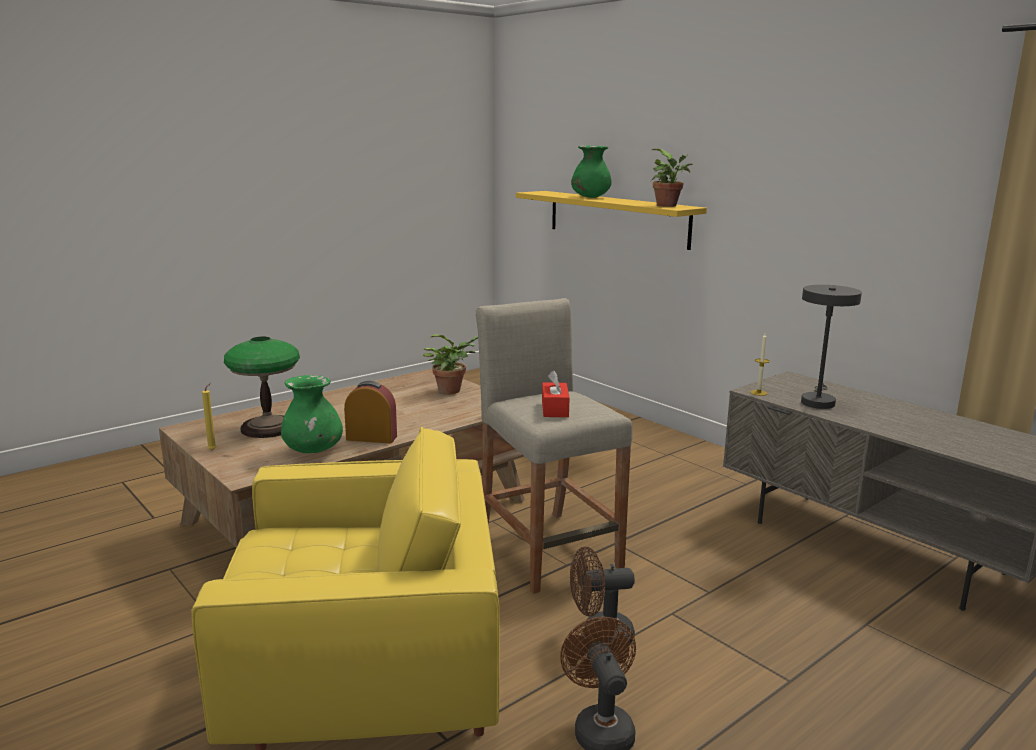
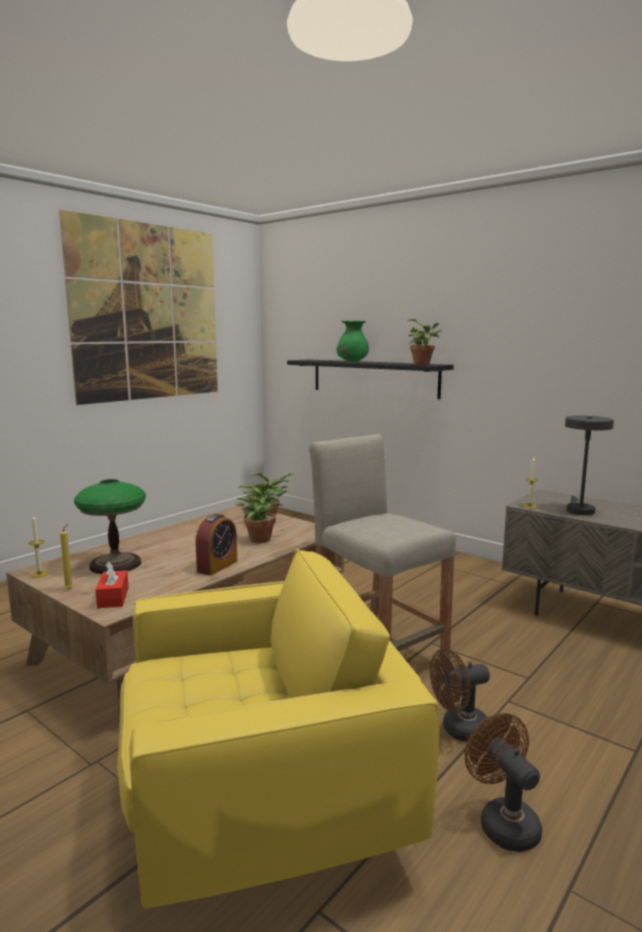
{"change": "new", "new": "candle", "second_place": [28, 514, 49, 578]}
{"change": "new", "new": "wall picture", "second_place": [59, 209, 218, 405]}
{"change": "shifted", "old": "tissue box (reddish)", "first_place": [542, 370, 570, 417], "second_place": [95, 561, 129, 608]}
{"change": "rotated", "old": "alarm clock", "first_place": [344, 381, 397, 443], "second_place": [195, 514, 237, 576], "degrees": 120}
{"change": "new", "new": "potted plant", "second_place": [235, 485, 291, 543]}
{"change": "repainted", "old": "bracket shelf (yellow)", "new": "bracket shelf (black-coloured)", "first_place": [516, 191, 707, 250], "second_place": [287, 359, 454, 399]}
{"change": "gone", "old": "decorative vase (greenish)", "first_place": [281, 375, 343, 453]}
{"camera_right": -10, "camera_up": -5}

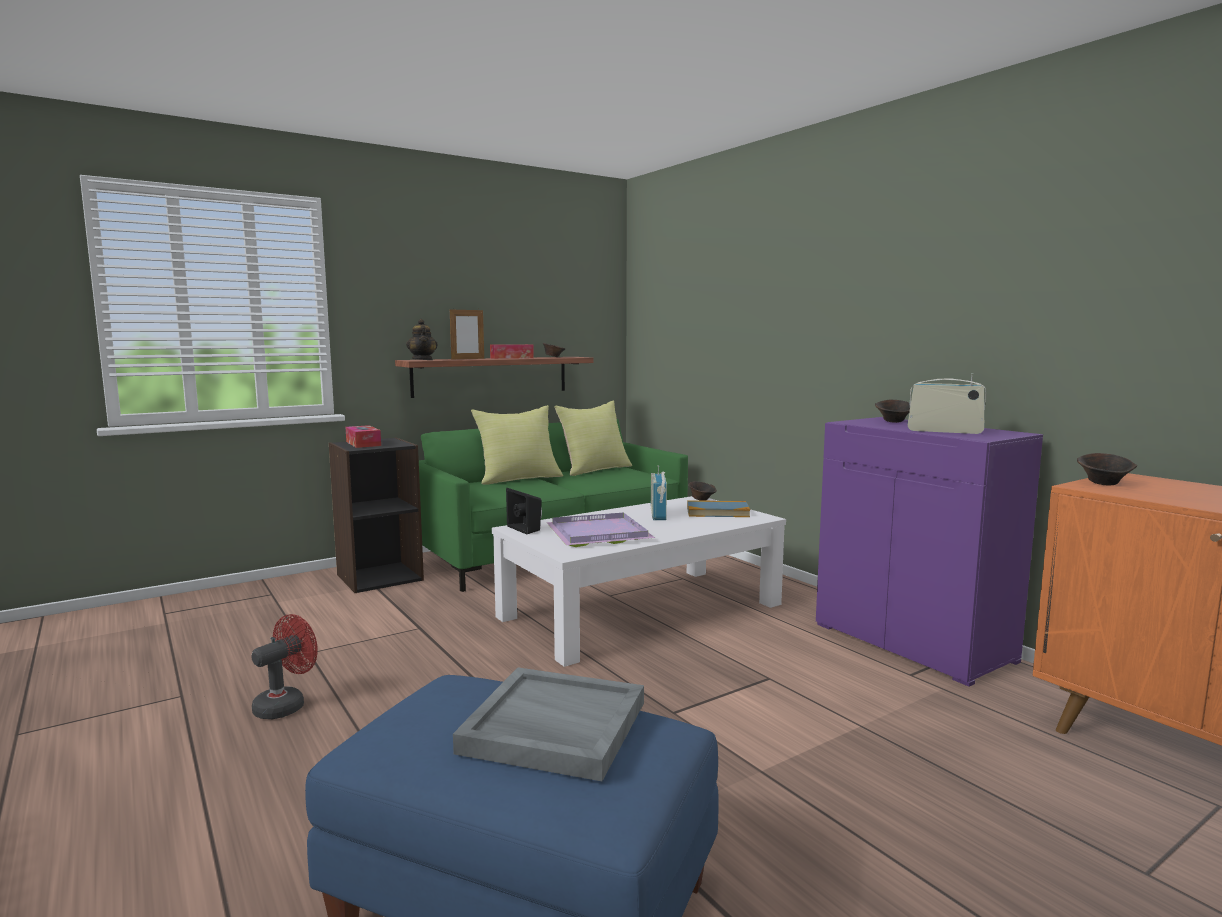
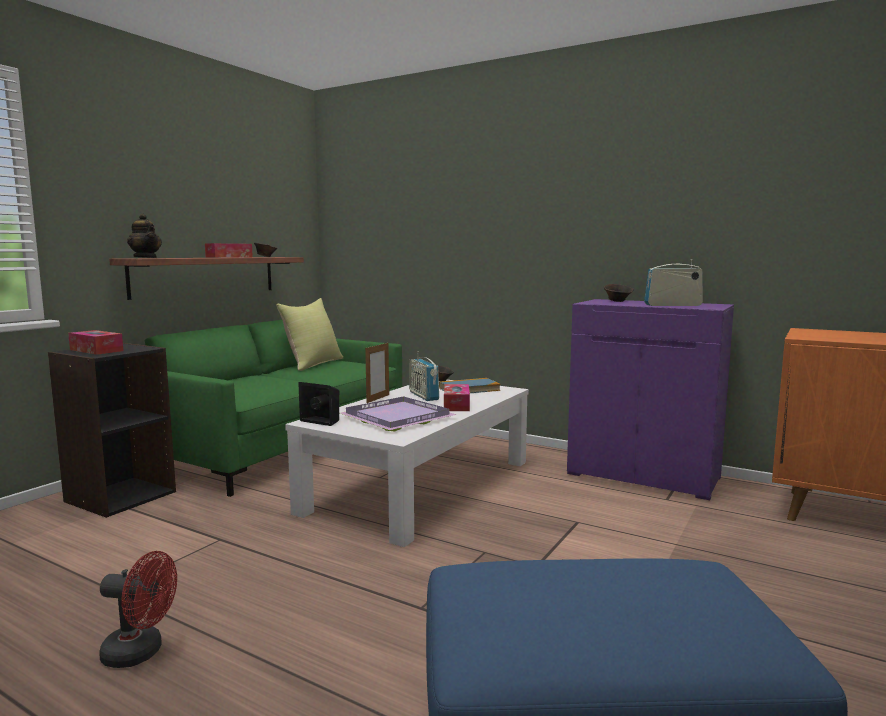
{"change": "rotated", "old": "cooling fan (reddish)", "first_place": [251, 614, 318, 719], "second_place": [99, 551, 177, 668], "degrees": 90}
{"change": "shifted", "old": "standing frame", "first_place": [450, 308, 484, 359], "second_place": [365, 343, 389, 403]}
{"change": "new", "new": "tissue box", "second_place": [444, 384, 470, 411]}
{"change": "gone", "old": "serving tray (gray)", "first_place": [453, 667, 644, 781]}
{"change": "gone", "old": "pillow (yellow)", "first_place": [471, 405, 563, 485]}
{"change": "gone", "old": "deep dish (brownish)", "first_place": [1077, 453, 1137, 486]}
{"camera_right": -25, "camera_up": 0}

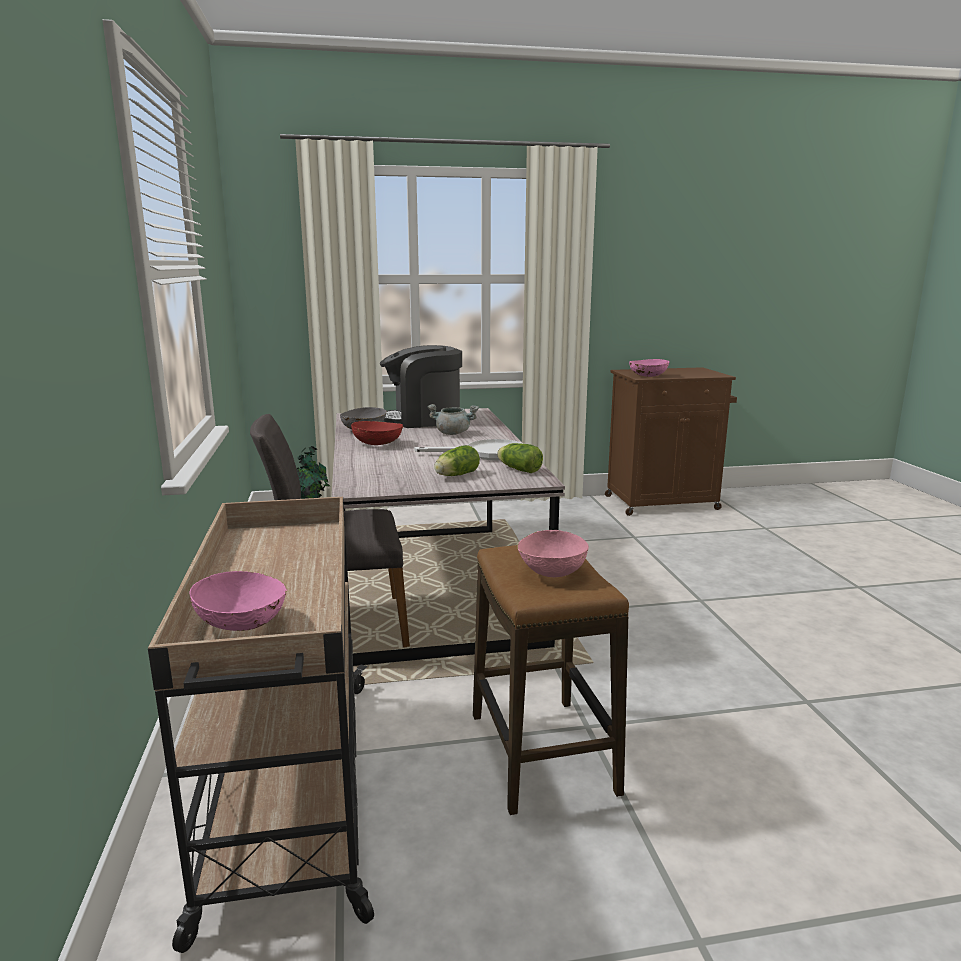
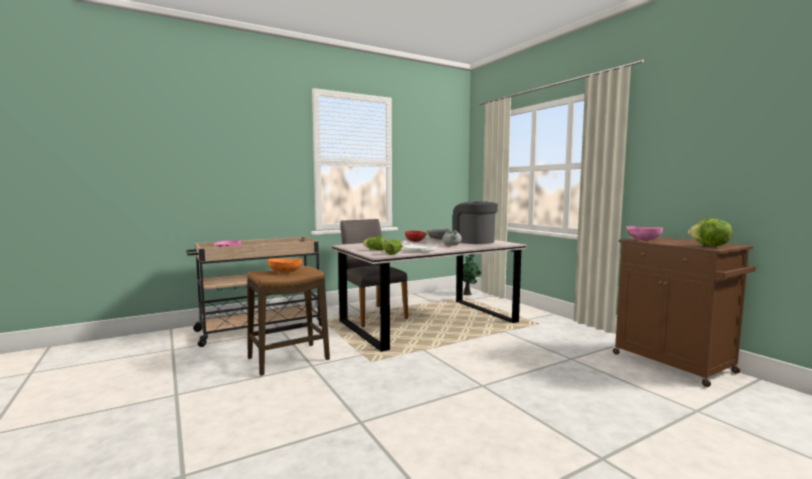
{"change": "repainted", "old": "deep dish (pink-coloured)", "new": "deep dish (orange)", "first_place": [517, 530, 589, 577], "second_place": [267, 258, 303, 273]}
{"change": "new", "new": "lettuce head", "second_place": [688, 219, 732, 246]}
{"camera_right": 70, "camera_up": -10}

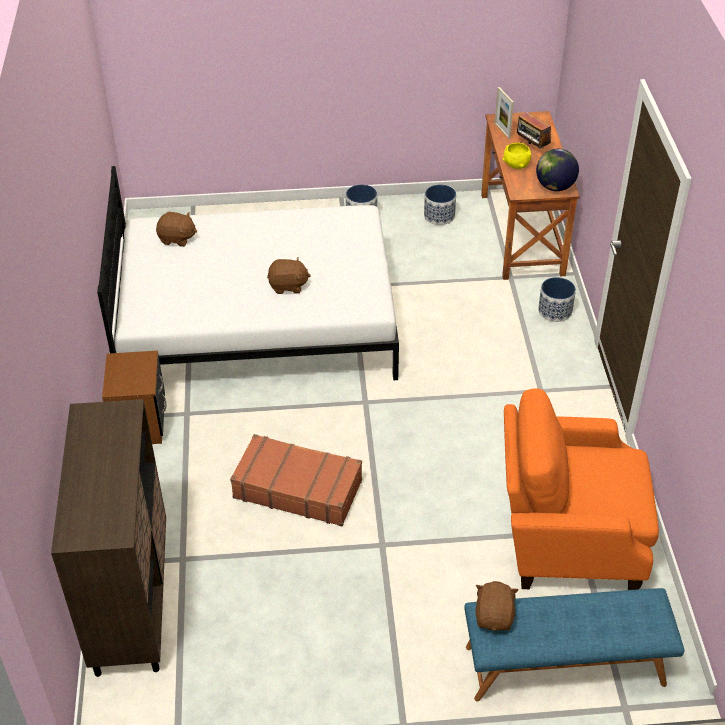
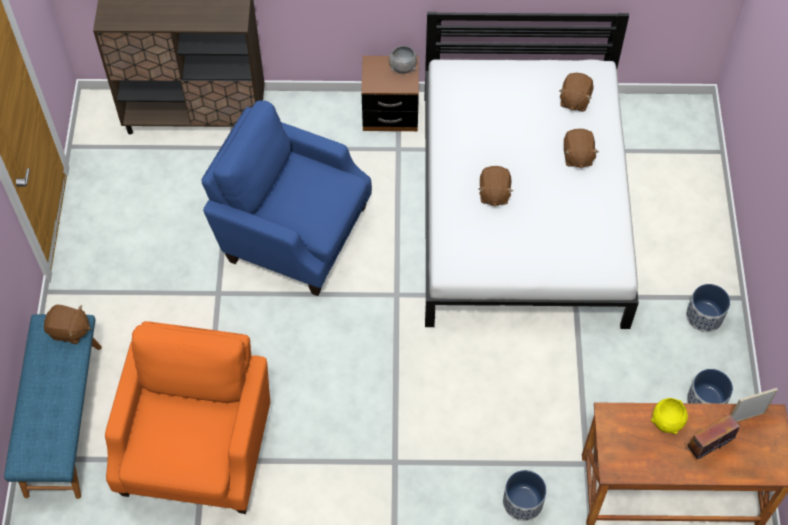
{"change": "swapped", "old": "suitcase (brownish)", "new": "lounge chair (bluish)", "first_place": [230, 434, 362, 526], "second_place": [202, 100, 372, 296]}
{"change": "new", "new": "deep dish (gray)", "second_place": [389, 45, 417, 74]}
{"change": "new", "new": "plush toy (brownish)", "second_place": [564, 129, 599, 168]}
{"change": "gone", "old": "globe", "first_place": [536, 149, 579, 191]}
{"camera_right": 95, "camera_up": 15}

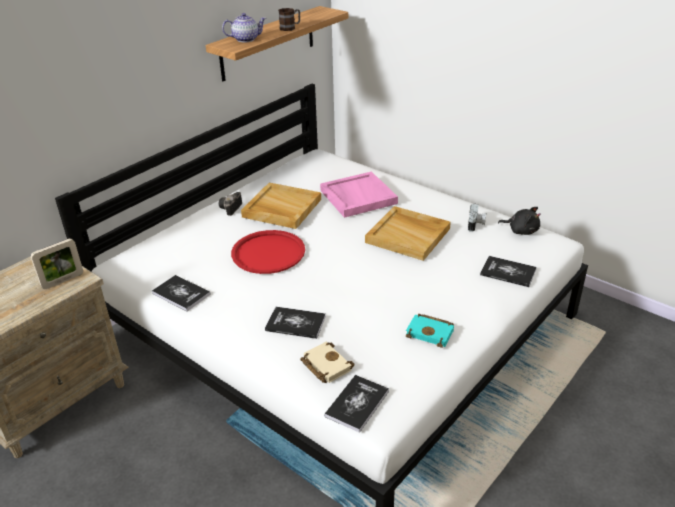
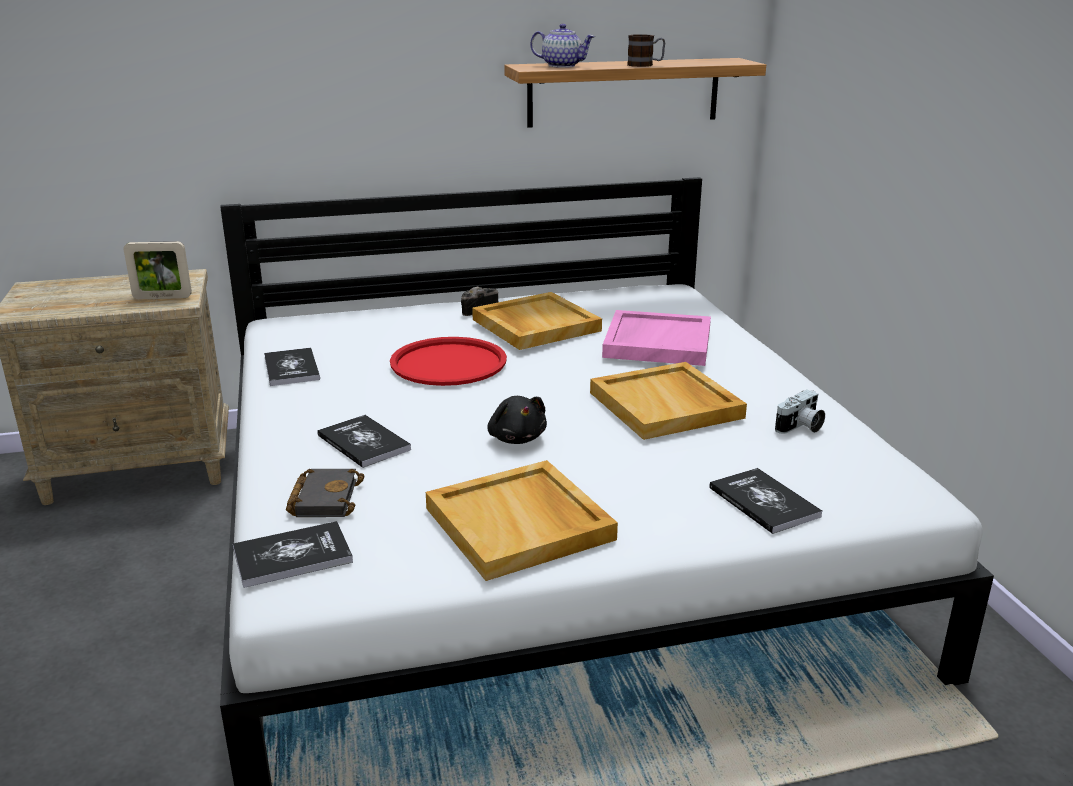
{"change": "repainted", "old": "bound book (beige)", "new": "bound book (black-coloured)", "first_place": [300, 342, 355, 383], "second_place": [286, 469, 364, 517]}
{"change": "swapped", "old": "bound book (turquoise-coloured)", "new": "serving tray (beige)", "first_place": [406, 314, 454, 348], "second_place": [426, 460, 618, 581]}
{"change": "shifted", "old": "plush toy (black-coloured)", "first_place": [498, 207, 541, 235], "second_place": [487, 396, 547, 444]}
{"camera_right": 35, "camera_up": -10}

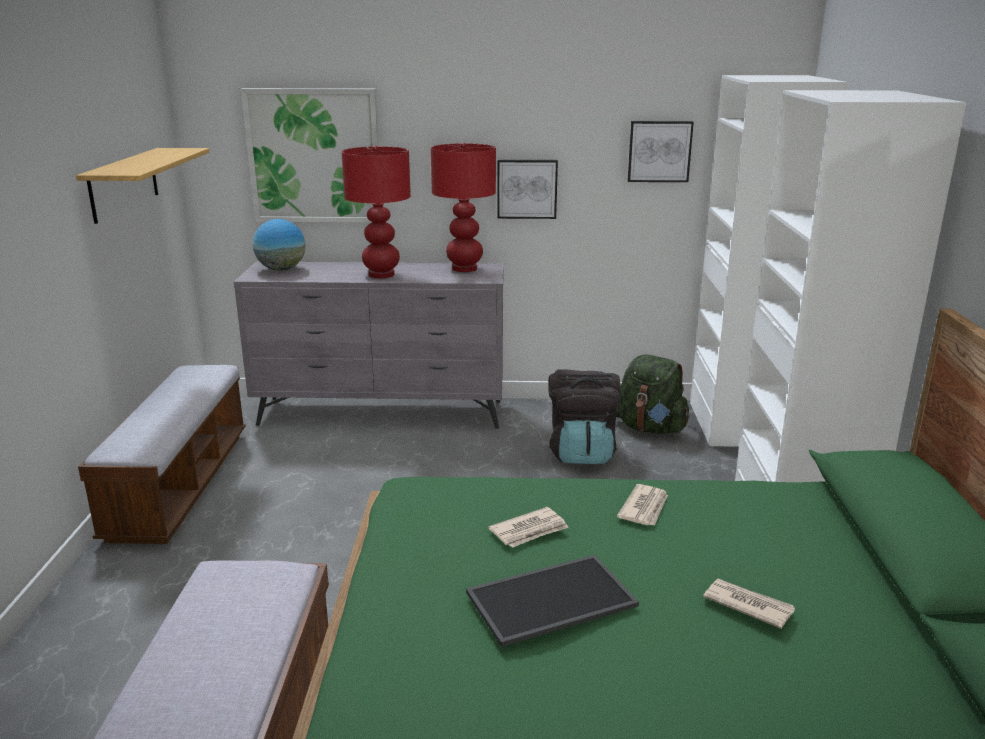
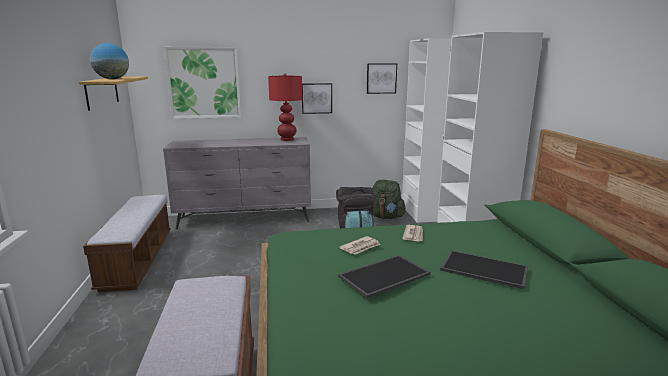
{"change": "shifted", "old": "globe", "first_place": [253, 219, 305, 271], "second_place": [90, 43, 129, 79]}
{"change": "swapped", "old": "newspaper", "new": "serving tray", "first_place": [703, 578, 795, 629], "second_place": [440, 250, 528, 289]}
{"change": "gone", "old": "tabletop lamp (reddish)", "first_place": [341, 146, 411, 278]}
{"camera_right": -10, "camera_up": -5}

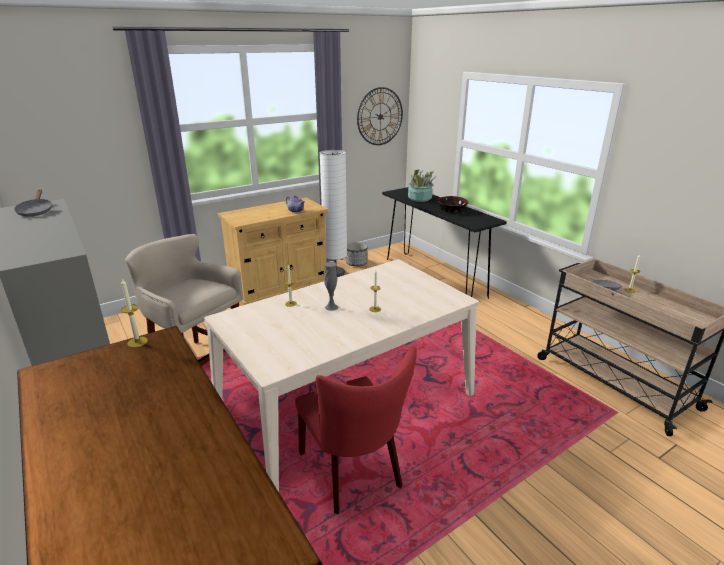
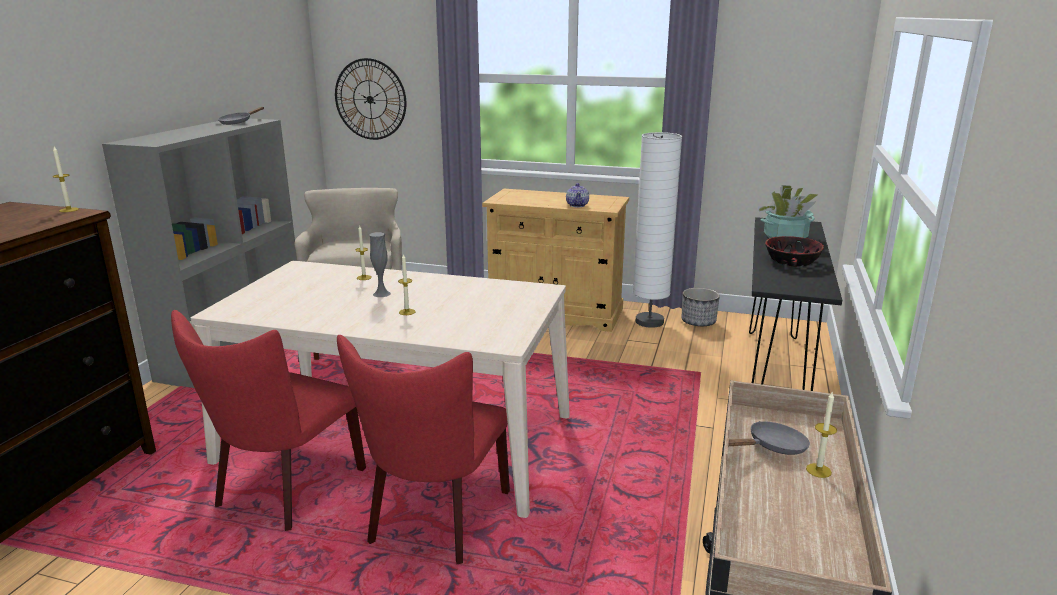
{"change": "shifted", "old": "wall clock", "first_place": [357, 87, 403, 145], "second_place": [335, 58, 406, 140]}
{"change": "new", "new": "upright chair (reddish)", "second_place": [337, 335, 510, 564]}
{"camera_right": 50, "camera_up": -5}

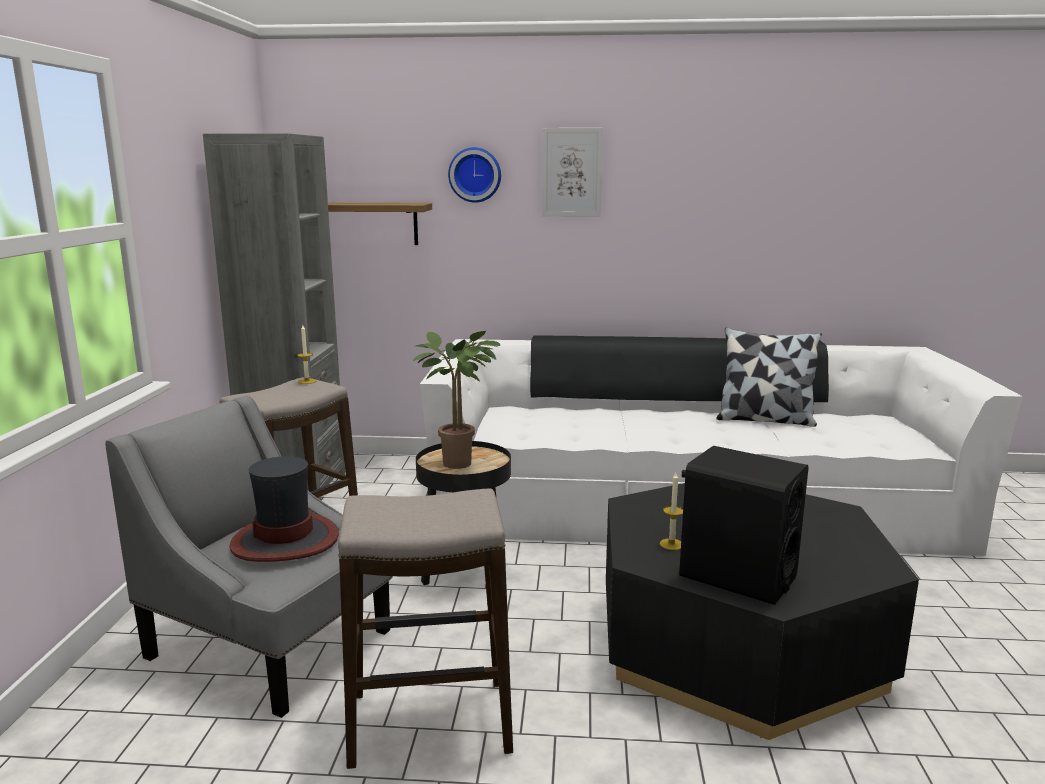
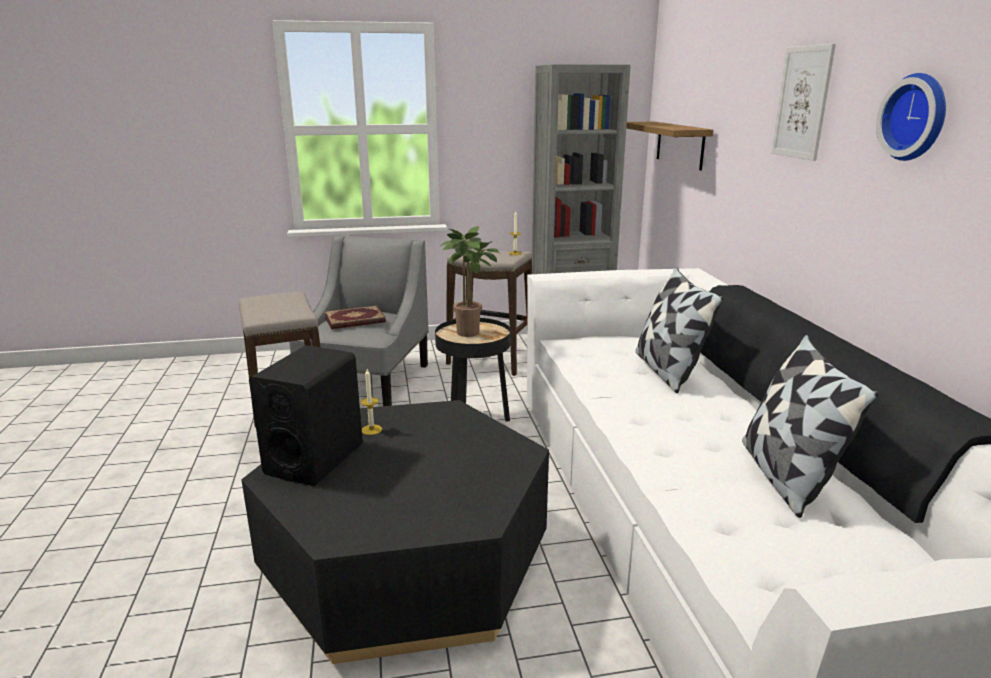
{"change": "swapped", "old": "wearable hat", "new": "bound book", "first_place": [230, 456, 339, 562], "second_place": [325, 305, 386, 329]}
{"change": "new", "new": "pillow", "second_place": [636, 267, 724, 393]}
{"change": "shifted", "old": "wall clock", "first_place": [448, 147, 501, 203], "second_place": [876, 73, 946, 161]}
{"camera_right": 75, "camera_up": 5}

